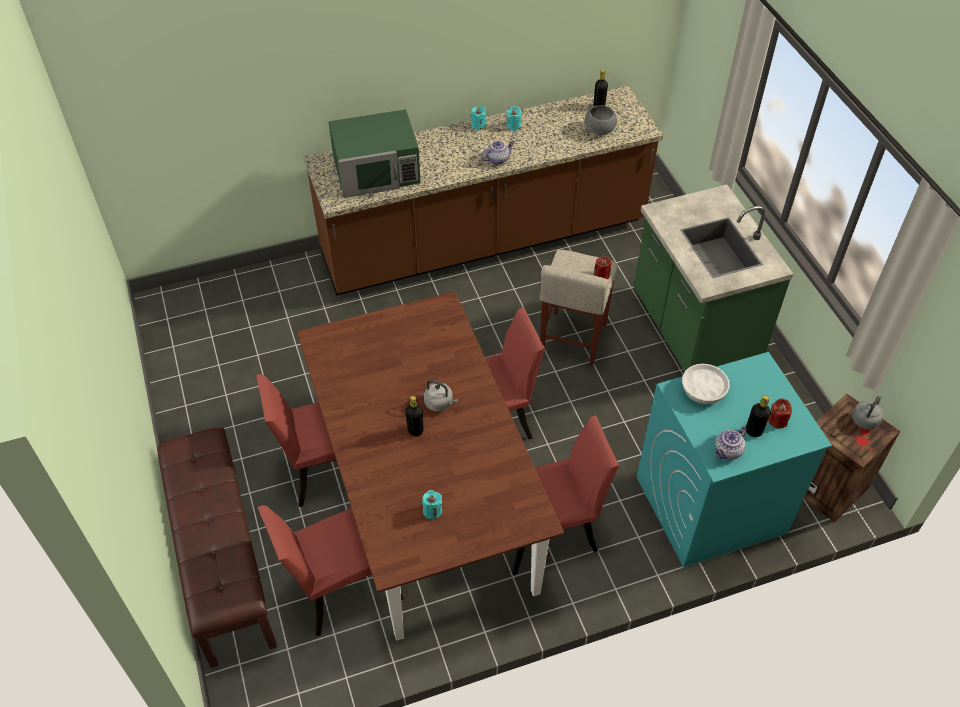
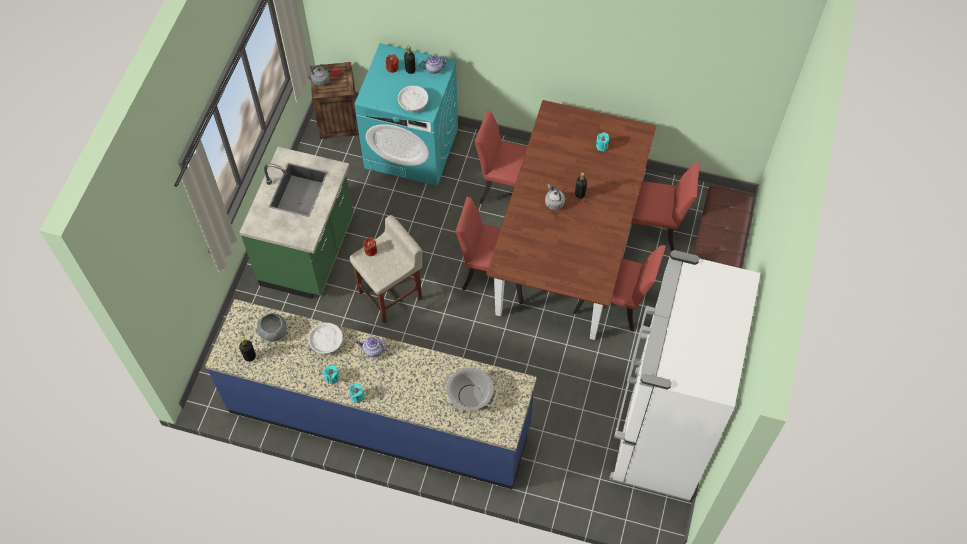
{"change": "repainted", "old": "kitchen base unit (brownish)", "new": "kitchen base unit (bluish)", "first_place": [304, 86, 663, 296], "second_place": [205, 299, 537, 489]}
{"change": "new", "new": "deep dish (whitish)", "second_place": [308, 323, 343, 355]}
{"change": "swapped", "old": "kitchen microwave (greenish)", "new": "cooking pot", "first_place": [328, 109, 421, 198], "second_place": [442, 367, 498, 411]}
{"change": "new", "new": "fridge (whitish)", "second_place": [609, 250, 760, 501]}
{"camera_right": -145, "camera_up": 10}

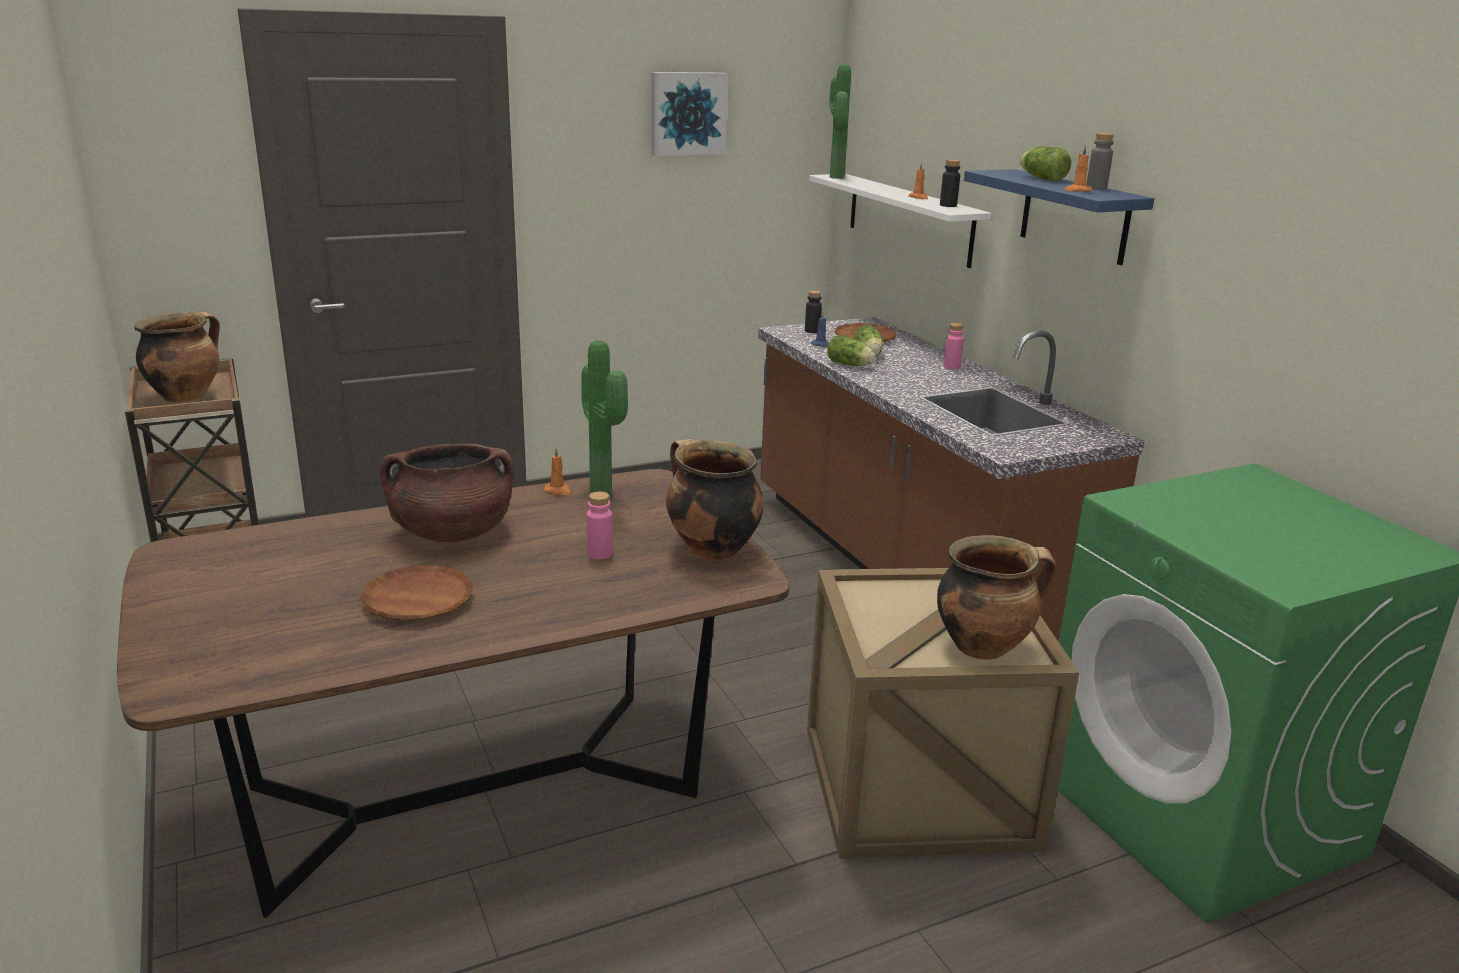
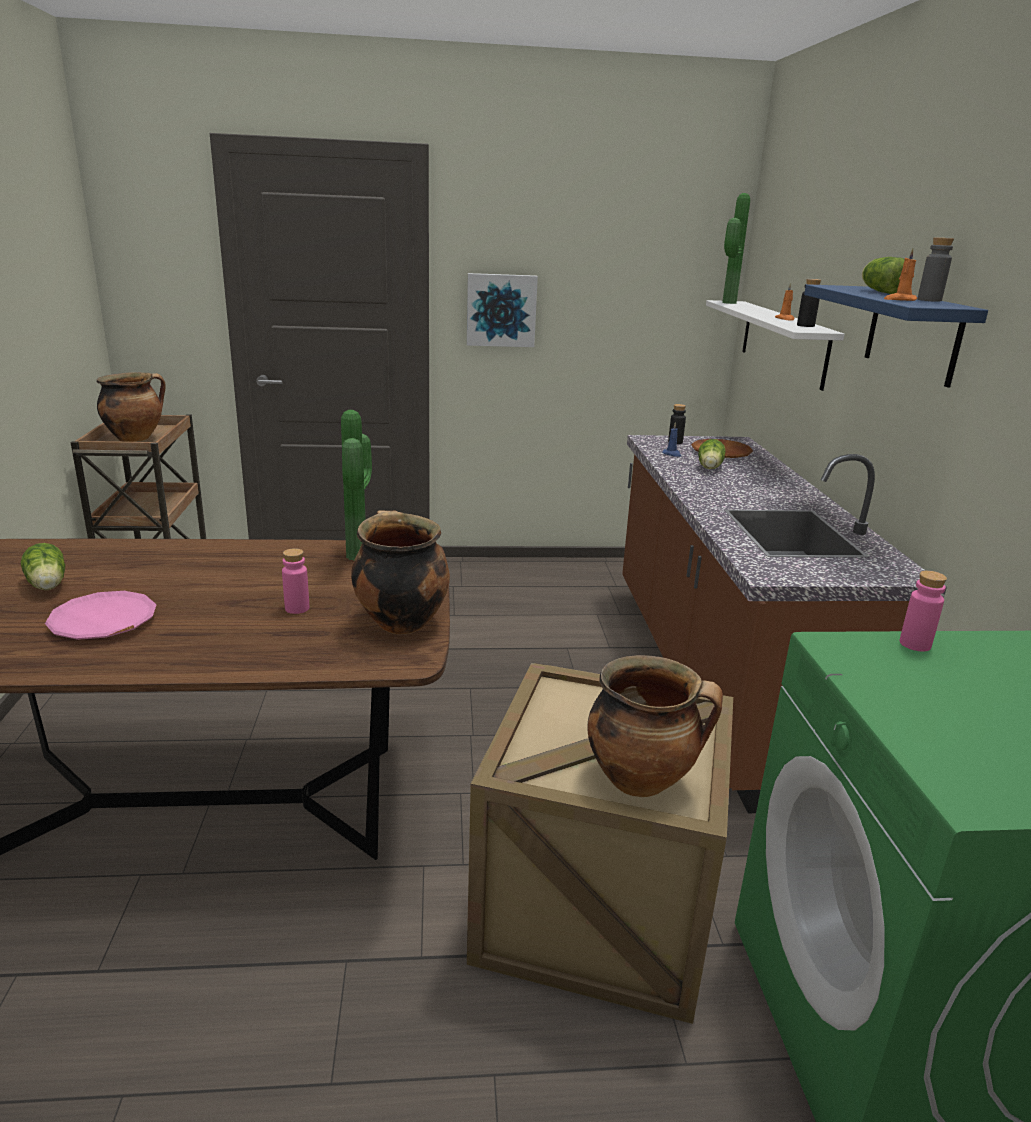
{"change": "shifted", "old": "lettuce head", "first_place": [827, 335, 875, 366], "second_place": [21, 543, 65, 590]}
{"change": "repainted", "old": "plate (brownish)", "new": "plate (pink-coloured)", "first_place": [360, 565, 474, 620], "second_place": [45, 591, 157, 640]}
{"change": "shifted", "old": "wall picture", "first_place": [651, 72, 728, 156], "second_place": [467, 273, 538, 347]}
{"change": "shifted", "old": "drink bottle (pink-coloured)", "first_place": [944, 323, 964, 370], "second_place": [900, 571, 947, 651]}
{"change": "gone", "old": "cooking pot (brownish)", "first_place": [380, 444, 514, 542]}
{"change": "gone", "old": "candle (orange)", "first_place": [544, 447, 571, 495]}
{"camera_right": 20, "camera_up": 0}

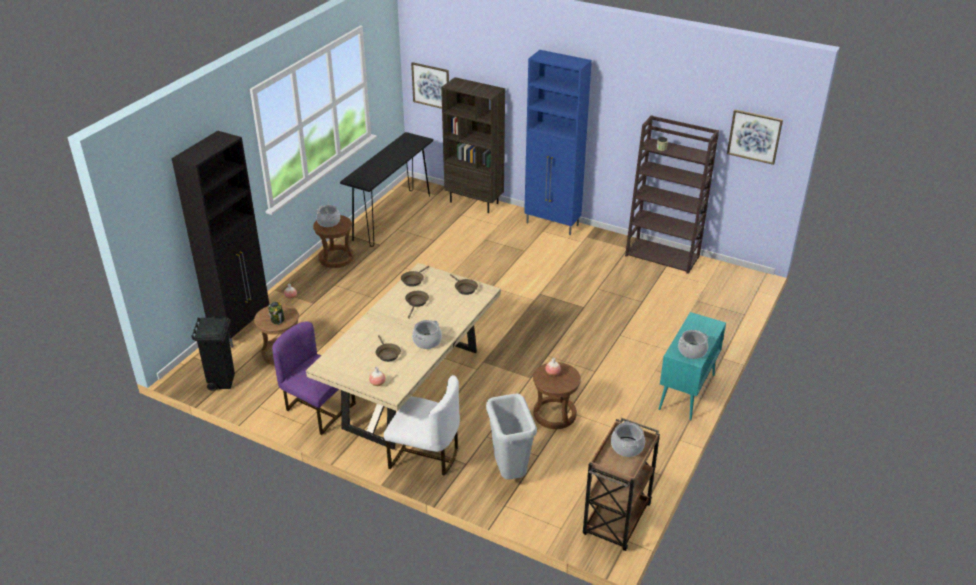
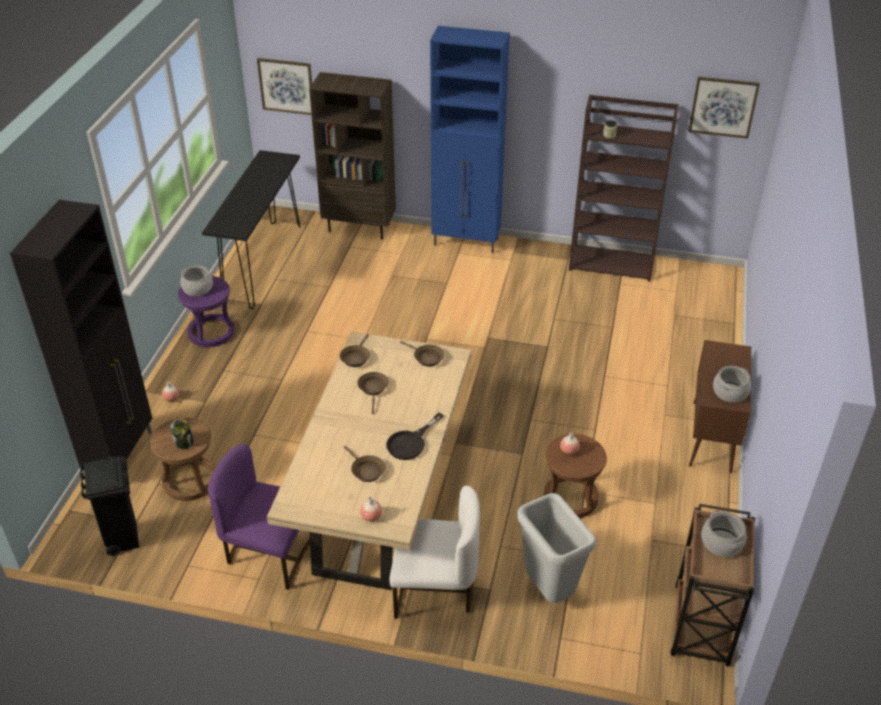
{"change": "repainted", "old": "sitting stool (brownish)", "new": "sitting stool (purplish)", "first_place": [313, 215, 354, 268], "second_place": [178, 276, 234, 347]}
{"change": "swapped", "old": "cooking pot", "new": "pan (black-coloured)", "first_place": [412, 320, 442, 349], "second_place": [386, 413, 443, 460]}
{"change": "repainted", "old": "cabinet (turquoise-coloured)", "new": "cabinet (brownish)", "first_place": [659, 312, 726, 420], "second_place": [689, 340, 751, 473]}
{"camera_right": -15, "camera_up": 5}

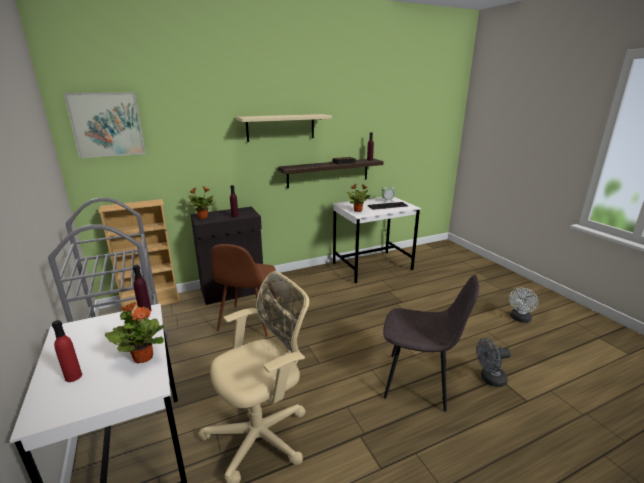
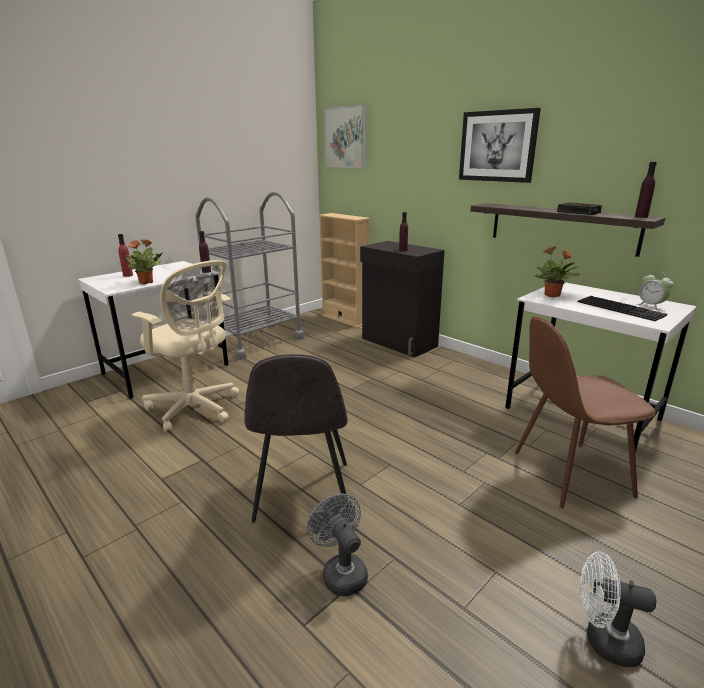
{"change": "swapped", "old": "bracket shelf (beige)", "new": "wall picture", "first_place": [236, 114, 332, 142], "second_place": [459, 108, 541, 183]}
{"change": "shifted", "old": "upright chair (brownish)", "first_place": [211, 244, 278, 337], "second_place": [515, 317, 655, 508]}
{"change": "gone", "old": "potted plant", "first_place": [188, 186, 214, 219]}
{"camera_right": 70, "camera_up": 0}

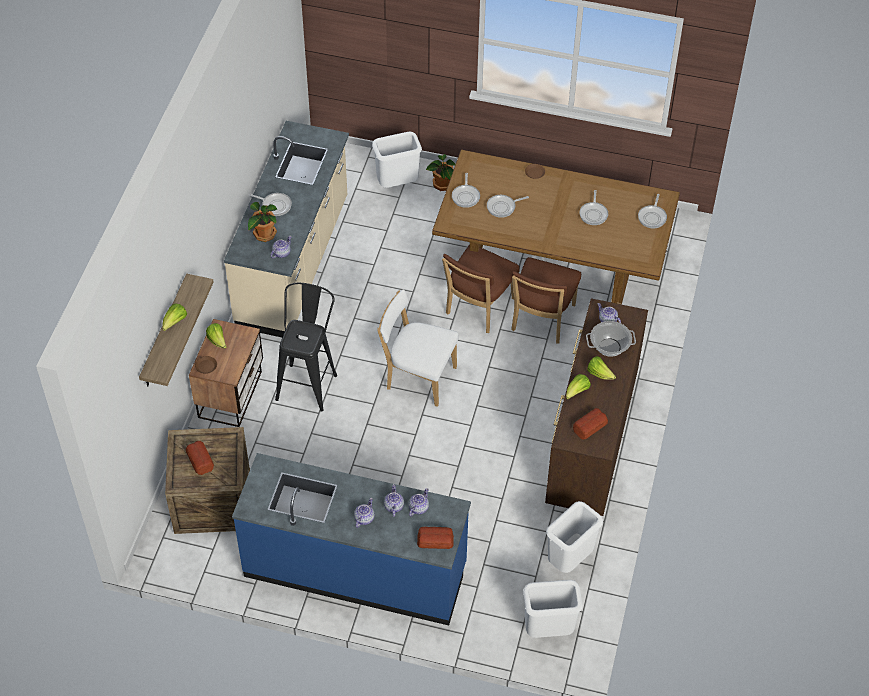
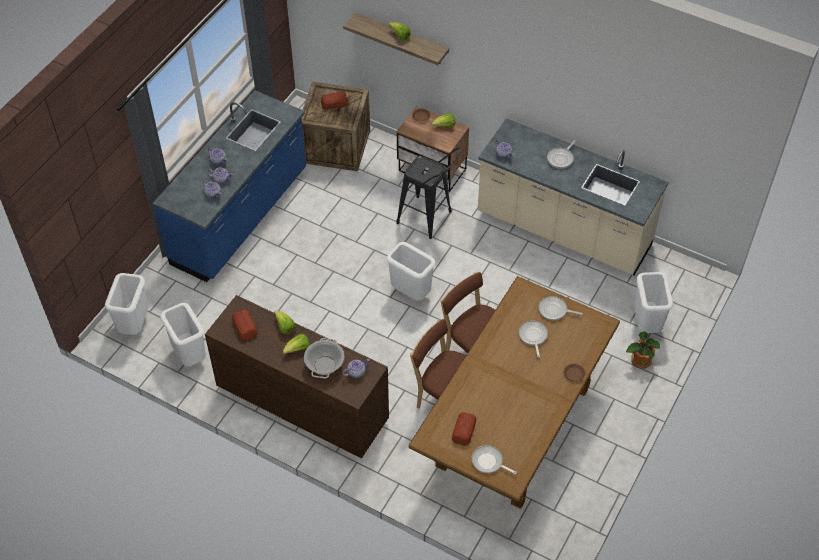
{"change": "swapped", "old": "upright chair (whitish)", "new": "rubbish bin (whitish)", "first_place": [377, 289, 459, 407], "second_place": [386, 242, 436, 301]}
{"change": "shifted", "old": "bakery bread", "first_place": [417, 527, 454, 549], "second_place": [452, 412, 476, 446]}
{"change": "gone", "old": "potted plant", "first_place": [248, 202, 277, 242]}
{"change": "gone", "old": "pan", "first_place": [579, 190, 608, 225]}
{"camera_right": 105, "camera_up": 0}

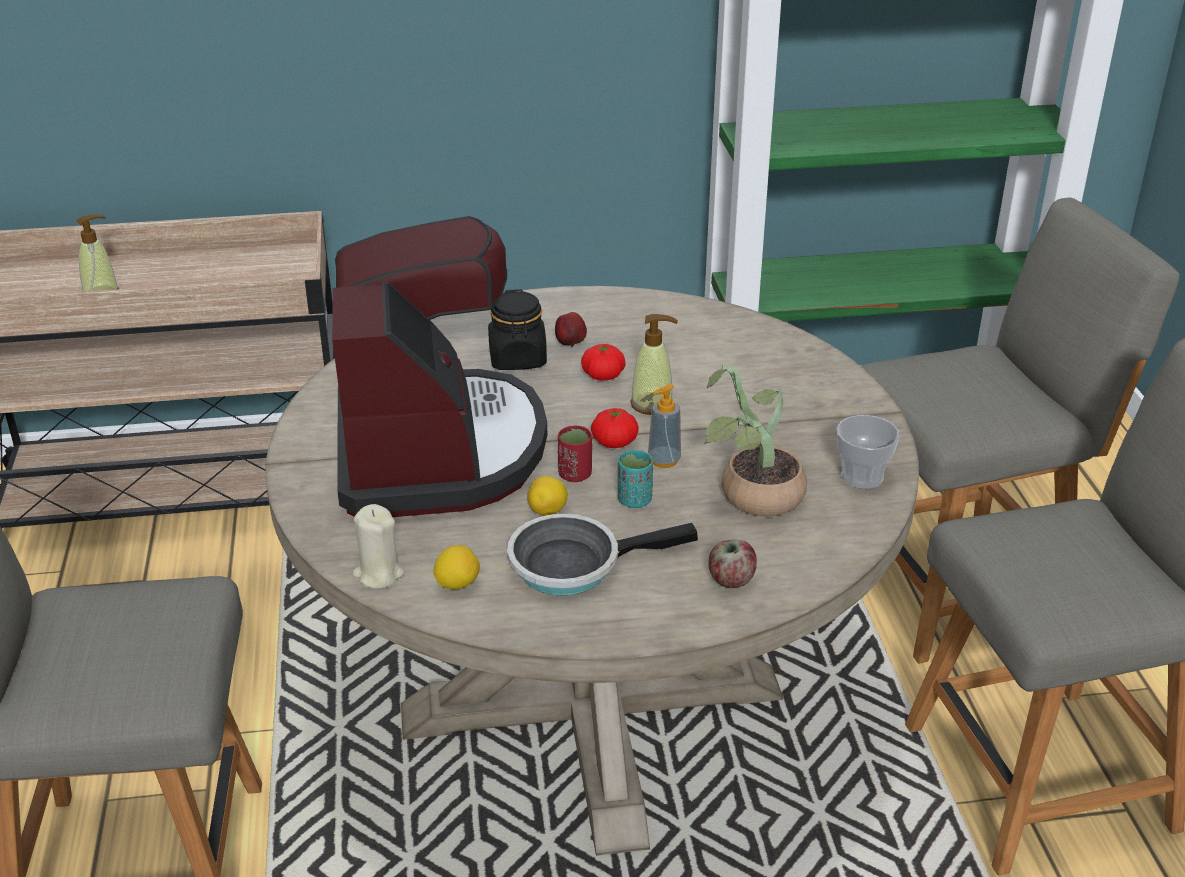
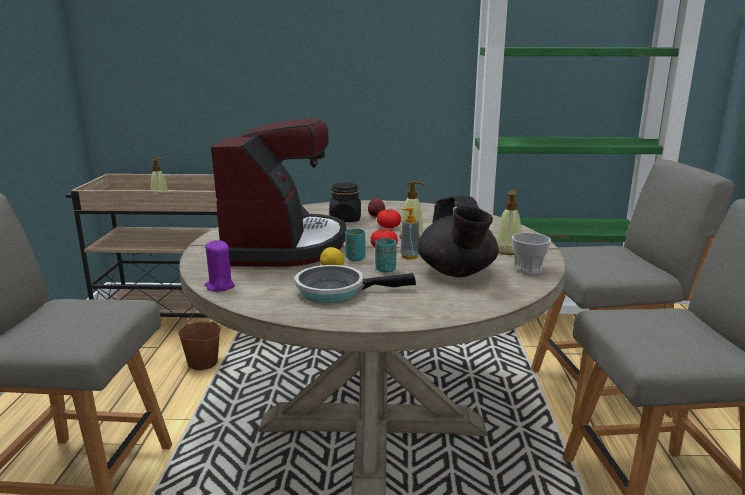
{"change": "new", "new": "pail (brownish)", "second_place": [178, 310, 221, 370]}
{"change": "repainted", "old": "candle (beige)", "new": "candle (purplish)", "first_place": [352, 504, 404, 589], "second_place": [205, 240, 235, 292]}
{"change": "repainted", "old": "small cup (reddish)", "new": "small cup (turquoise-coloured)", "first_place": [558, 426, 592, 482], "second_place": [345, 229, 365, 261]}
{"change": "swapped", "old": "potted plant", "new": "tea pot (black-coloured)", "first_place": [704, 365, 807, 516], "second_place": [417, 196, 499, 277]}
{"change": "new", "new": "soap bottle", "second_place": [496, 190, 521, 255]}
{"change": "gone", "old": "lemon", "first_place": [433, 545, 480, 589]}
{"change": "gone", "old": "whole apple", "first_place": [708, 540, 757, 588]}
{"camera_right": 10, "camera_up": -15}

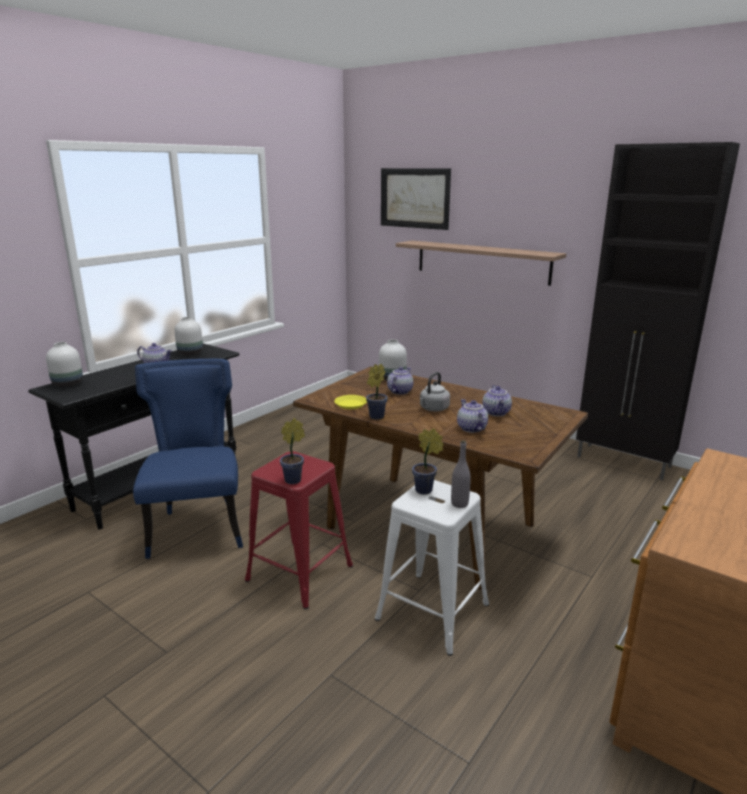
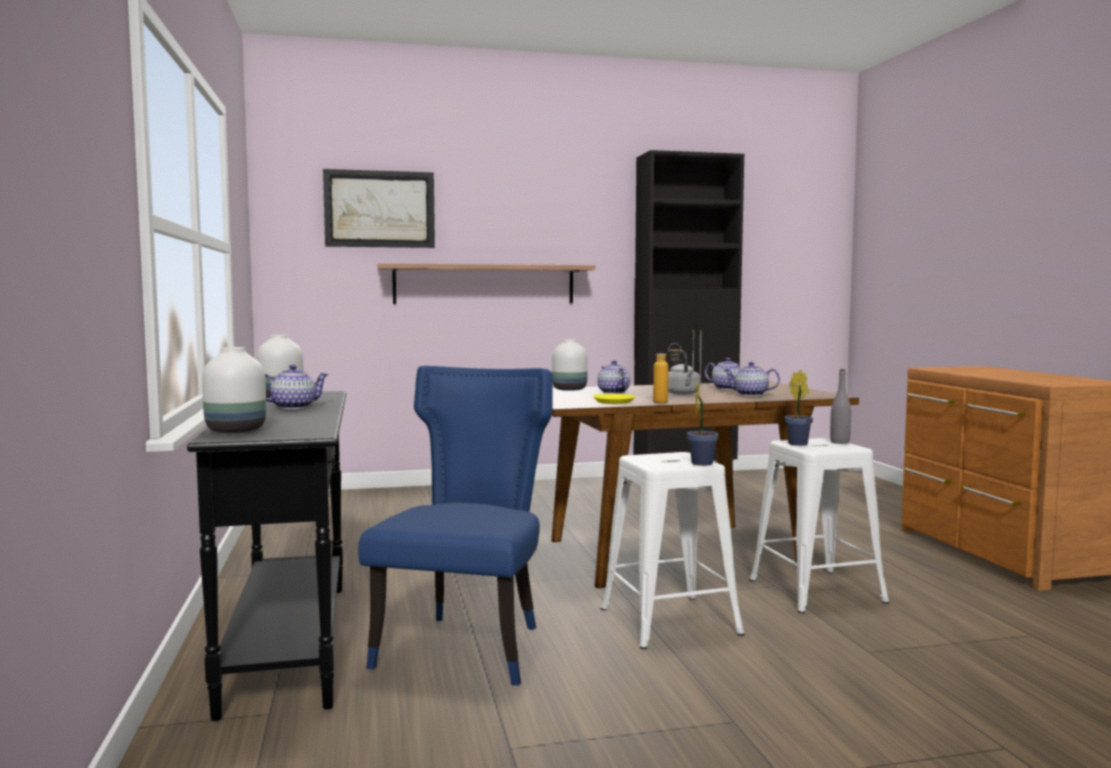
{"change": "rotated", "old": "upright chair (bluish)", "first_place": [133, 359, 243, 559], "second_place": [358, 366, 553, 686], "degrees": 75}
{"change": "repainted", "old": "sitting stool (reddish)", "new": "sitting stool (whitish)", "first_place": [245, 451, 353, 610], "second_place": [601, 452, 744, 649]}
{"change": "swapped", "old": "potted plant", "new": "drink bottle", "first_place": [366, 364, 388, 420], "second_place": [653, 343, 681, 403]}
{"camera_right": -50, "camera_up": -15}

